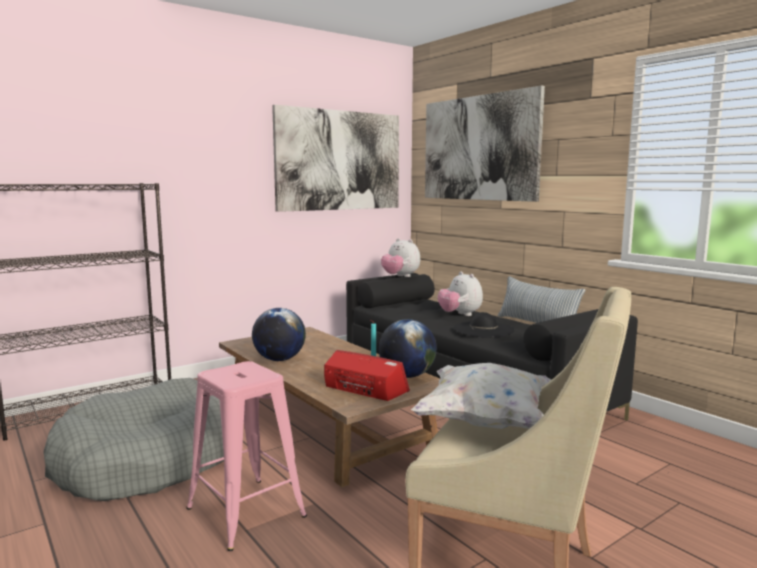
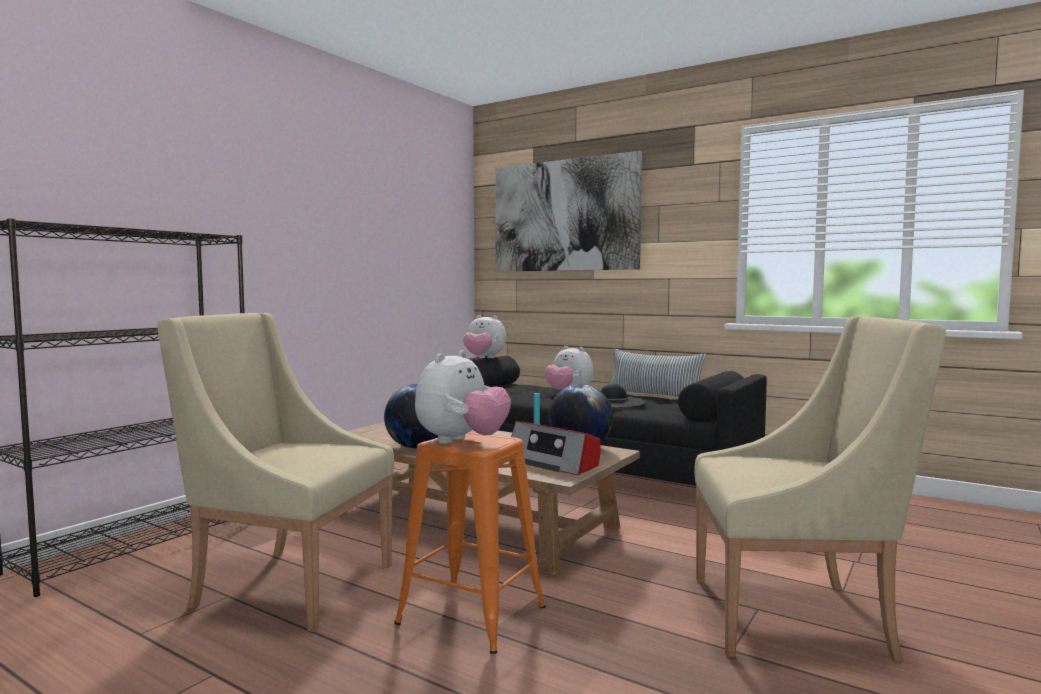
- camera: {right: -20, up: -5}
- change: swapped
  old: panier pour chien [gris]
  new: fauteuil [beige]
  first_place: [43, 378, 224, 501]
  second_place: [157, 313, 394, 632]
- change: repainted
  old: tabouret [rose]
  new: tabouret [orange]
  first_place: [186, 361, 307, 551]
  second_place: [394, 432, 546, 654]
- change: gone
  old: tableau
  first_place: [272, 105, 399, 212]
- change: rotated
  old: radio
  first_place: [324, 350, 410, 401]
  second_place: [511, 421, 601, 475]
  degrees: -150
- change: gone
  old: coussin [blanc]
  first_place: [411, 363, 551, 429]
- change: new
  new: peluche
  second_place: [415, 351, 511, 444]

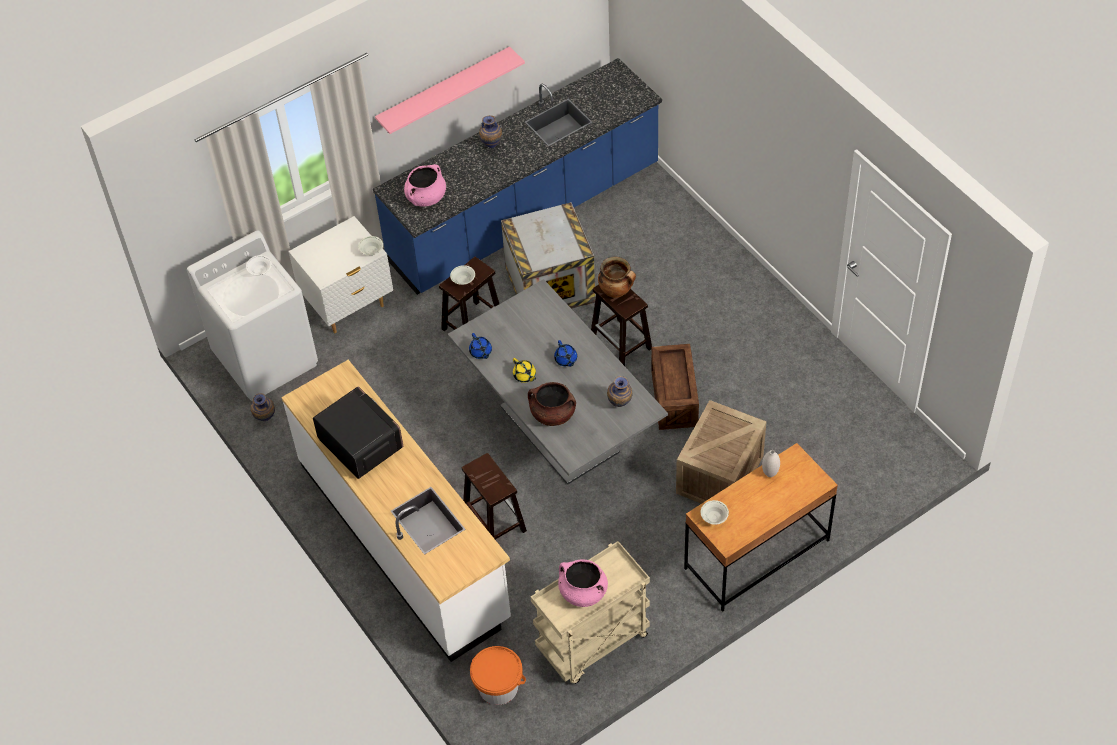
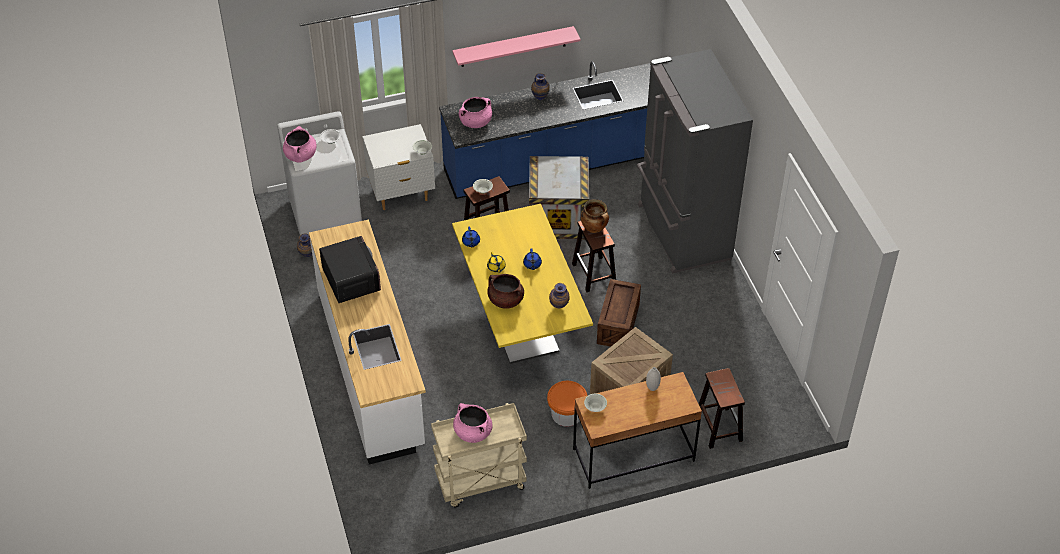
- camera: {right: 15, up: -5}
- change: repainted
  old: table à manger [gris]
  new: table à manger [jaune]
  first_place: [448, 279, 668, 485]
  second_place: [452, 204, 593, 364]
- change: shifted
  old: tabouret [marron]
  first_place: [462, 453, 527, 539]
  second_place: [699, 368, 745, 449]
- change: shifted
  old: seau [orange]
  first_place: [470, 646, 526, 705]
  second_place: [547, 381, 587, 427]
- change: new
  new: marmite [rose]
  second_place: [283, 126, 317, 163]
- change: new
  new: réfrigérateur [gris]
  second_place: [637, 49, 753, 274]

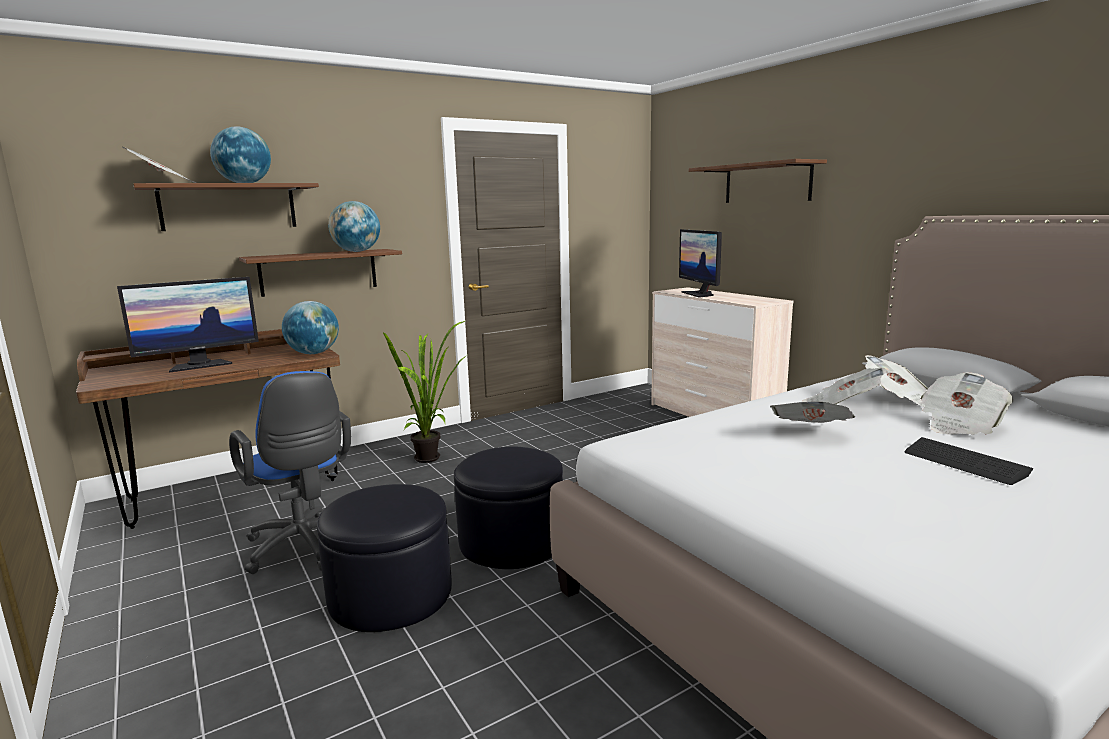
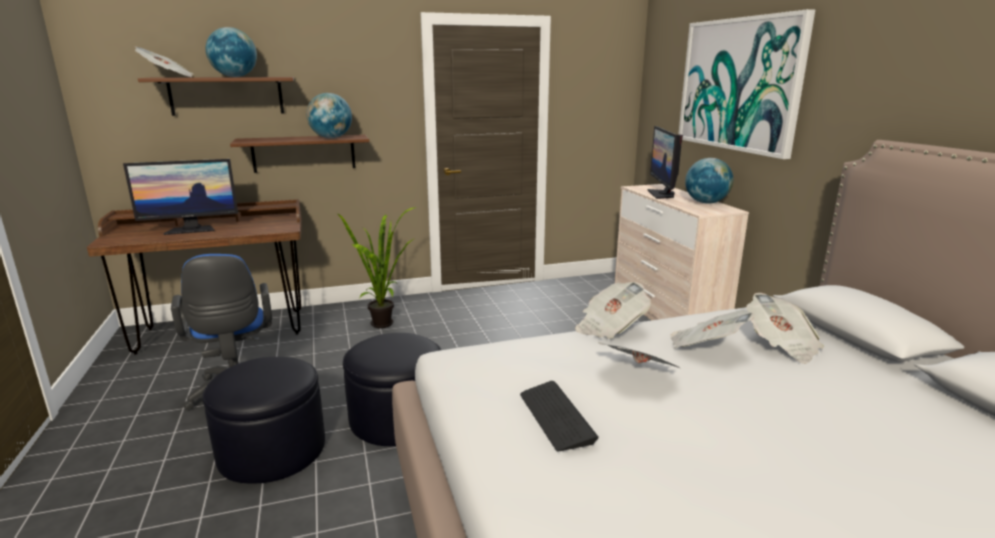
- camera: {right: 15, up: 5}
- change: shifted
  old: globe
  first_place: [282, 301, 339, 354]
  second_place: [685, 158, 733, 204]
- change: swapped
  old: étagère [marron]
  new: tableau
  first_place: [689, 159, 827, 203]
  second_place: [678, 9, 815, 159]
- change: shifted
  old: clavier
  first_place: [904, 437, 1033, 485]
  second_place: [520, 381, 599, 452]
- change: shifted
  old: journal
  first_place: [921, 372, 1013, 435]
  second_place: [575, 282, 651, 339]

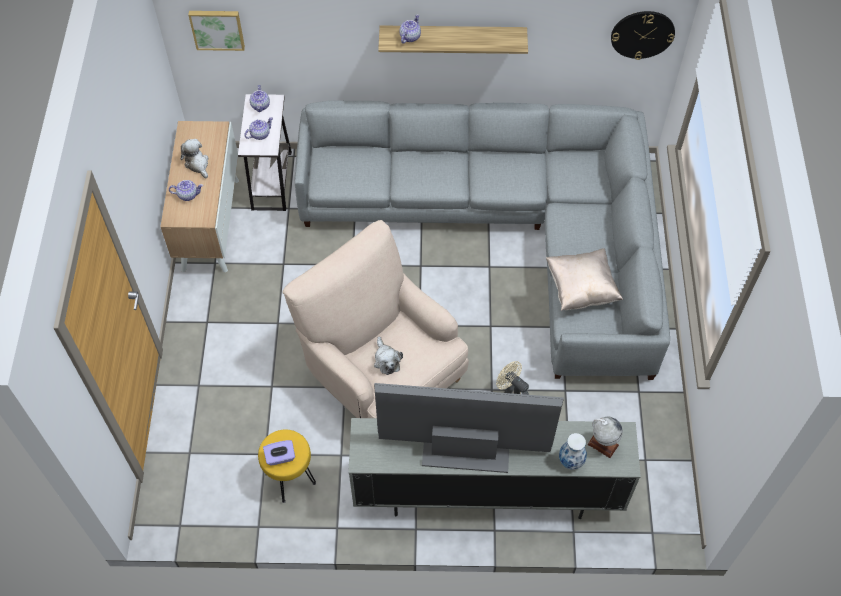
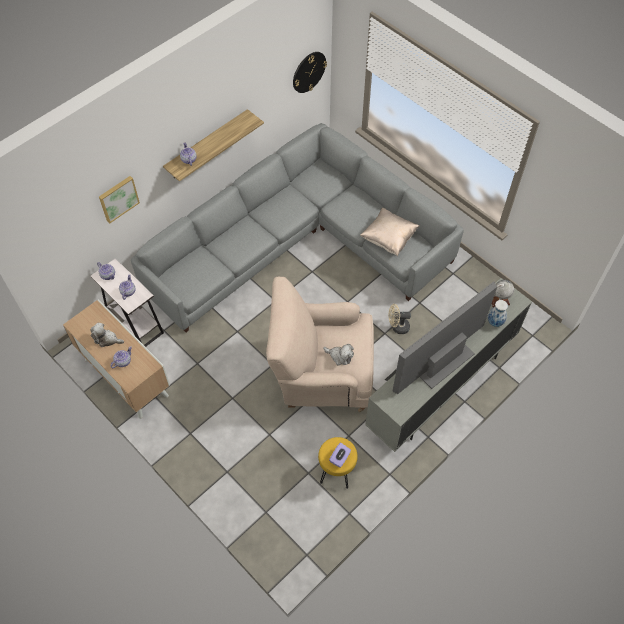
- camera: {right: -45, up: 0}
- change: shifted
  old: tableau
  first_place: [188, 11, 245, 51]
  second_place: [99, 176, 140, 223]

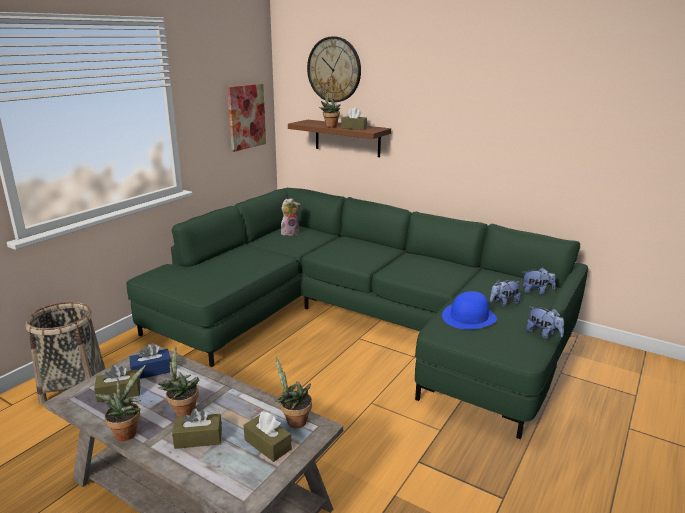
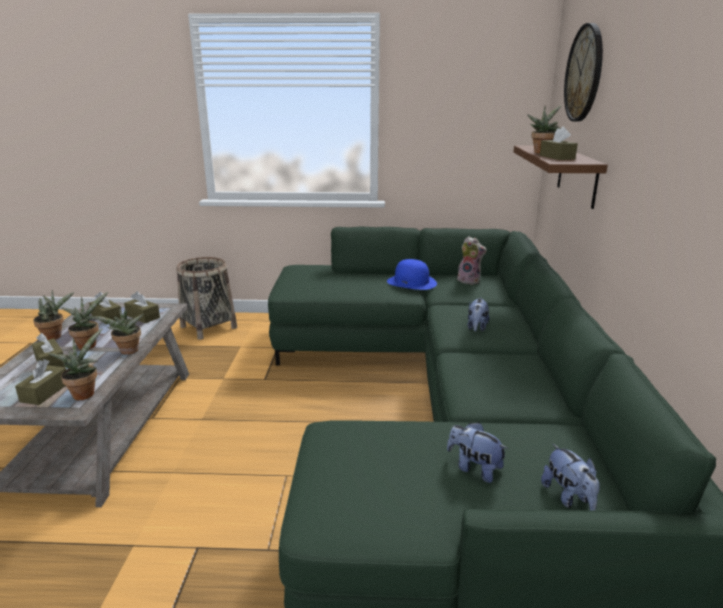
- camera: {right: 60, up: 0}
- change: repainted
  old: boîte à mouchoirs [bleu]
  new: boîte à mouchoirs [marron]
  first_place: [129, 344, 171, 379]
  second_place: [124, 291, 160, 323]
- change: gone
  old: tableau
  first_place: [227, 84, 266, 152]
- change: shifted
  old: chapeau [bleu]
  first_place: [442, 291, 497, 329]
  second_place: [387, 259, 437, 290]
- change: shifted
  old: peluche
  first_place: [526, 306, 564, 339]
  second_place: [467, 298, 489, 331]
- change: new
  new: plante en pot
  second_place: [93, 308, 144, 355]

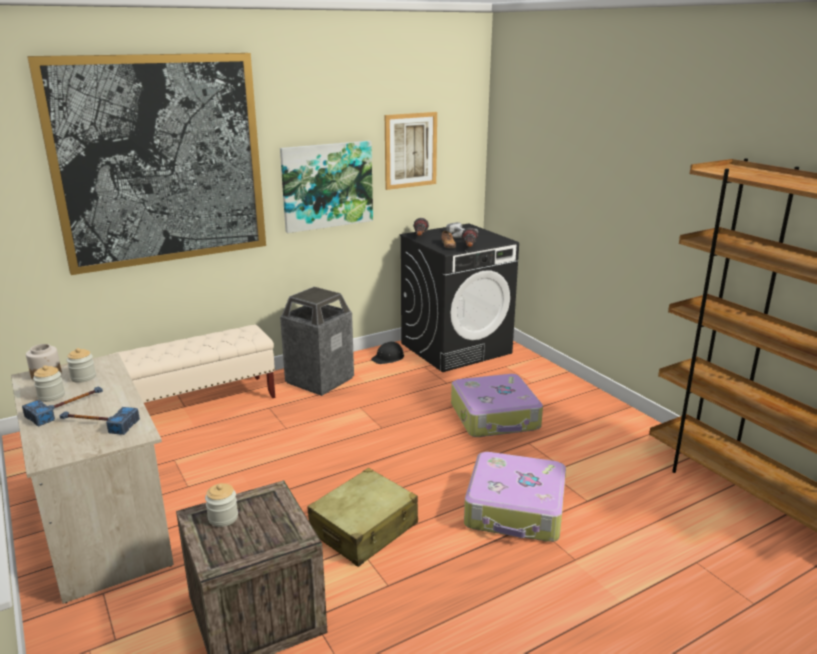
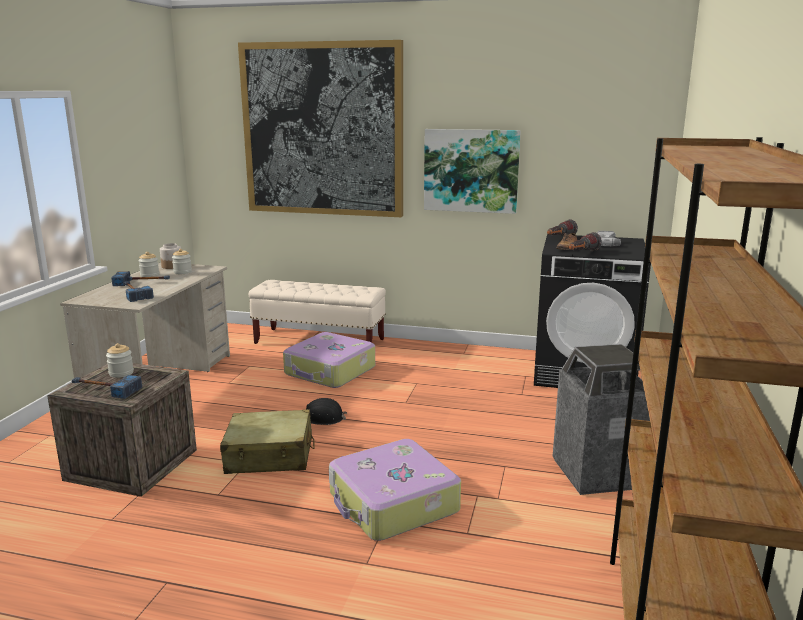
- camera: {right: 45, up: -5}
- change: shifted
  old: poubelle
  first_place: [280, 287, 354, 396]
  second_place: [552, 344, 650, 495]
- change: shifted
  old: casque de chantier [noir]
  first_place: [371, 342, 404, 364]
  second_place: [306, 398, 347, 425]
- change: gone
  old: tableau
  first_place: [385, 112, 437, 190]
- change: shifted
  old: valise
  first_place: [451, 374, 543, 437]
  second_place: [283, 332, 375, 388]
- change: new
  new: marteau
  second_place: [72, 375, 142, 399]

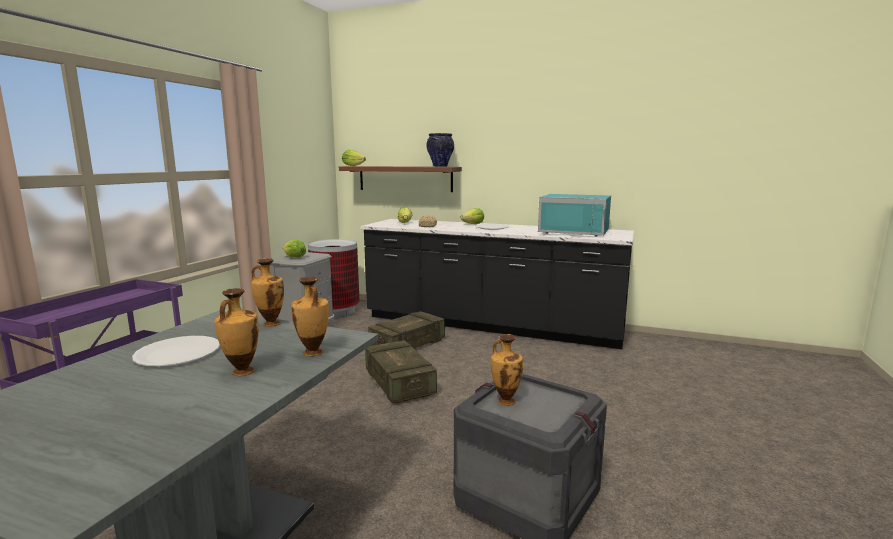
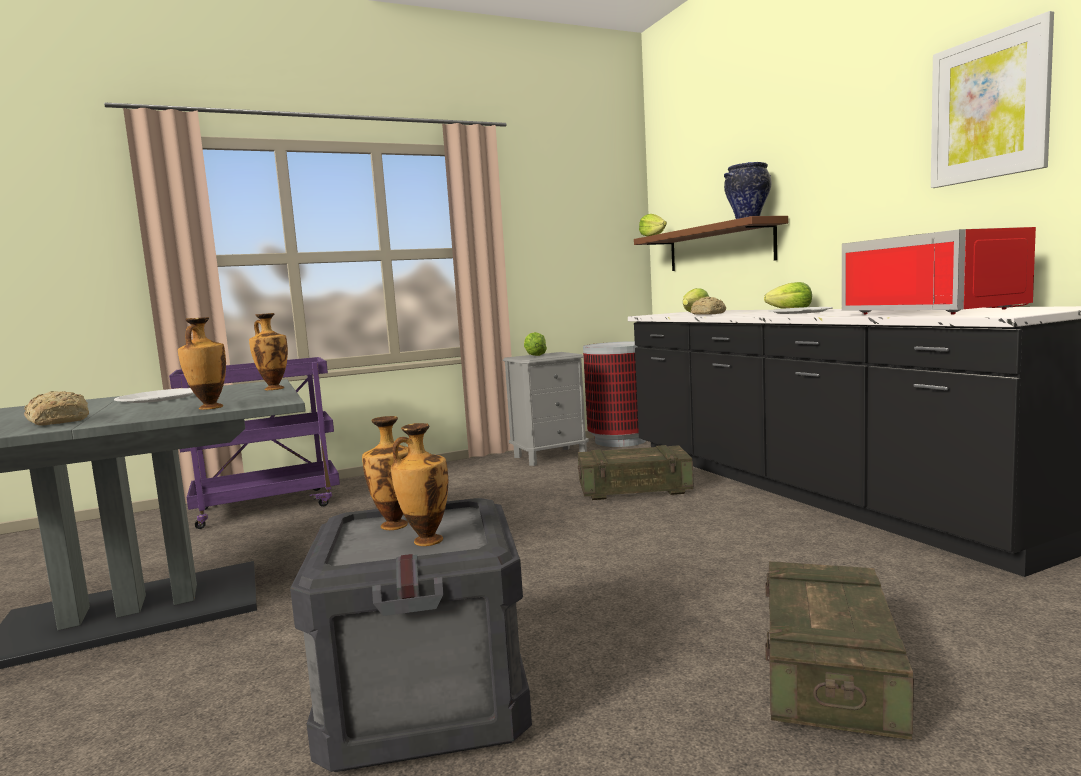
- camera: {right: 45, up: -5}
- change: shifted
  old: vase
  first_place: [214, 288, 259, 376]
  second_place: [391, 423, 448, 546]
- change: shifted
  old: caisse
  first_place: [365, 340, 437, 403]
  second_place: [765, 561, 914, 740]
- change: repainted
  old: micro-ondes [turquoise]
  new: micro-ondes [rouge]
  first_place: [538, 194, 611, 237]
  second_place: [842, 227, 1036, 315]
- change: new
  new: pain
  second_place: [24, 391, 89, 426]
- change: new
  new: tableau
  second_place: [931, 11, 1054, 188]

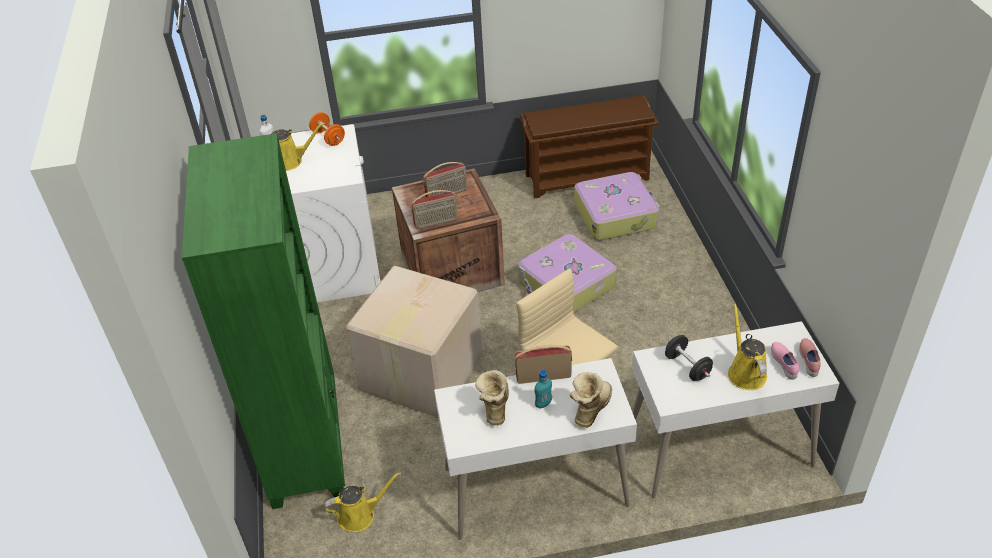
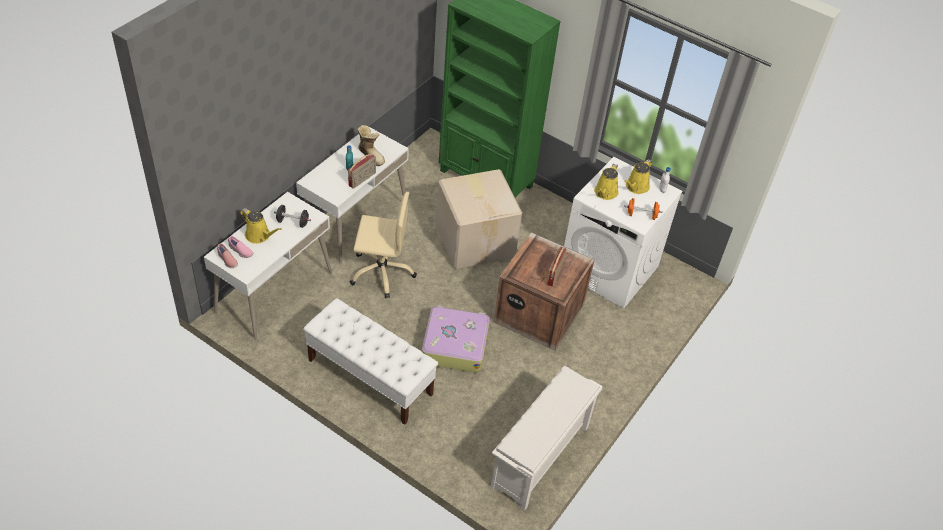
- camera: {right: 130, up: 5}
- change: shifted
  old: arrosoir [jaune]
  first_place: [324, 472, 401, 532]
  second_place: [594, 164, 619, 200]
- change: gone
  old: radio
  first_place: [411, 190, 458, 229]
- change: repainted
  old: étagère à chaussures [marron]
  new: étagère à chaussures [blanc]
  first_place: [520, 95, 659, 198]
  second_place: [490, 366, 603, 511]
- change: gone
  old: botte
  first_place: [569, 372, 612, 428]
- change: gone
  old: valise
  first_place: [574, 172, 660, 241]
- change: new
  new: banc [blanc]
  second_place: [303, 298, 438, 425]

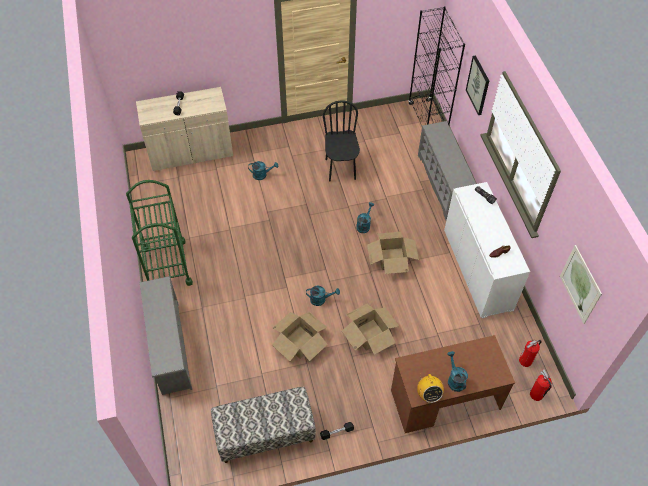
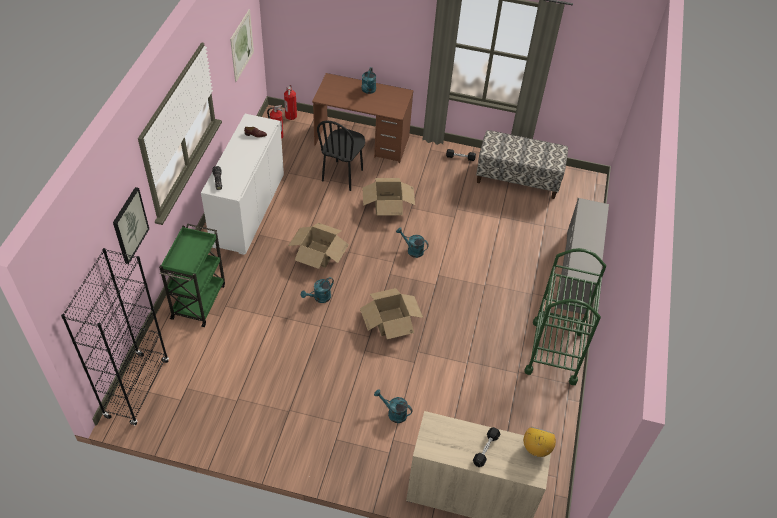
- camera: {right: -155, up: -5}
- change: shifted
  old: carton
  first_place: [272, 312, 328, 361]
  second_place: [360, 288, 423, 339]
- change: shifted
  old: chaise [noir]
  first_place: [323, 100, 360, 182]
  second_place: [317, 121, 365, 191]
- change: shifted
  old: radio
  first_place: [417, 373, 444, 403]
  second_place: [523, 427, 556, 457]
- change: swapped
  old: étagère à chaussures [gris]
  new: chariot [vert]
  first_place: [418, 121, 476, 220]
  second_place: [159, 224, 225, 327]

